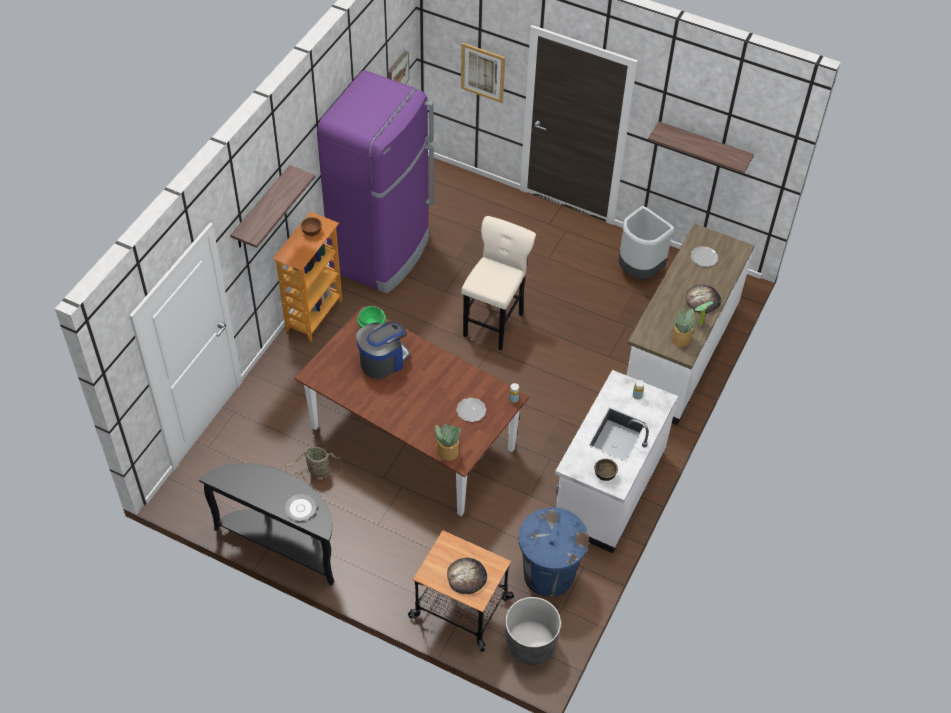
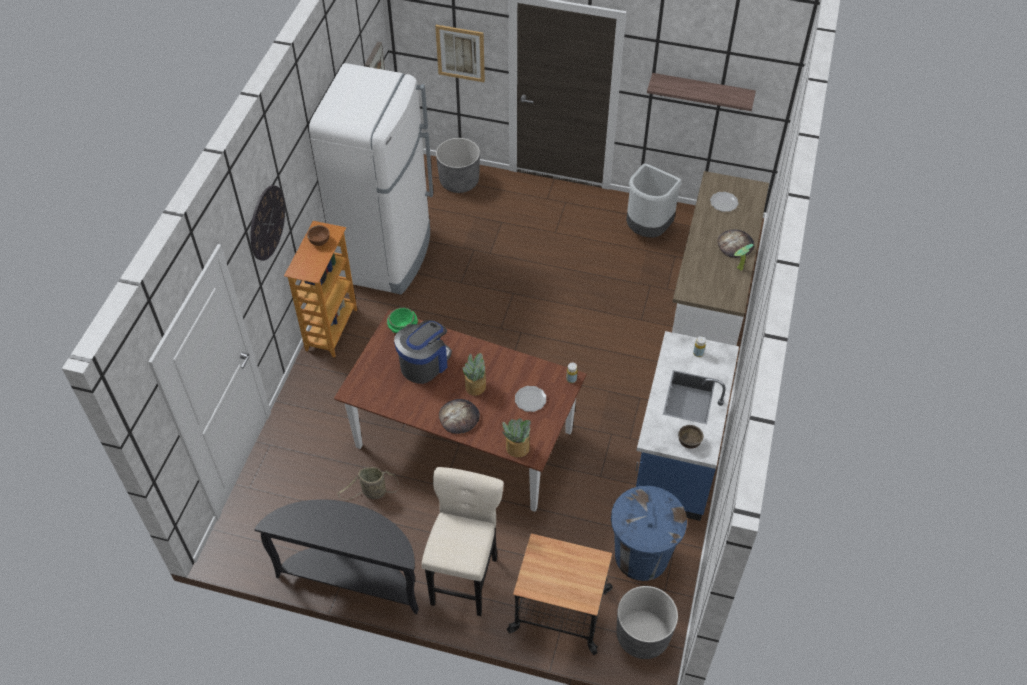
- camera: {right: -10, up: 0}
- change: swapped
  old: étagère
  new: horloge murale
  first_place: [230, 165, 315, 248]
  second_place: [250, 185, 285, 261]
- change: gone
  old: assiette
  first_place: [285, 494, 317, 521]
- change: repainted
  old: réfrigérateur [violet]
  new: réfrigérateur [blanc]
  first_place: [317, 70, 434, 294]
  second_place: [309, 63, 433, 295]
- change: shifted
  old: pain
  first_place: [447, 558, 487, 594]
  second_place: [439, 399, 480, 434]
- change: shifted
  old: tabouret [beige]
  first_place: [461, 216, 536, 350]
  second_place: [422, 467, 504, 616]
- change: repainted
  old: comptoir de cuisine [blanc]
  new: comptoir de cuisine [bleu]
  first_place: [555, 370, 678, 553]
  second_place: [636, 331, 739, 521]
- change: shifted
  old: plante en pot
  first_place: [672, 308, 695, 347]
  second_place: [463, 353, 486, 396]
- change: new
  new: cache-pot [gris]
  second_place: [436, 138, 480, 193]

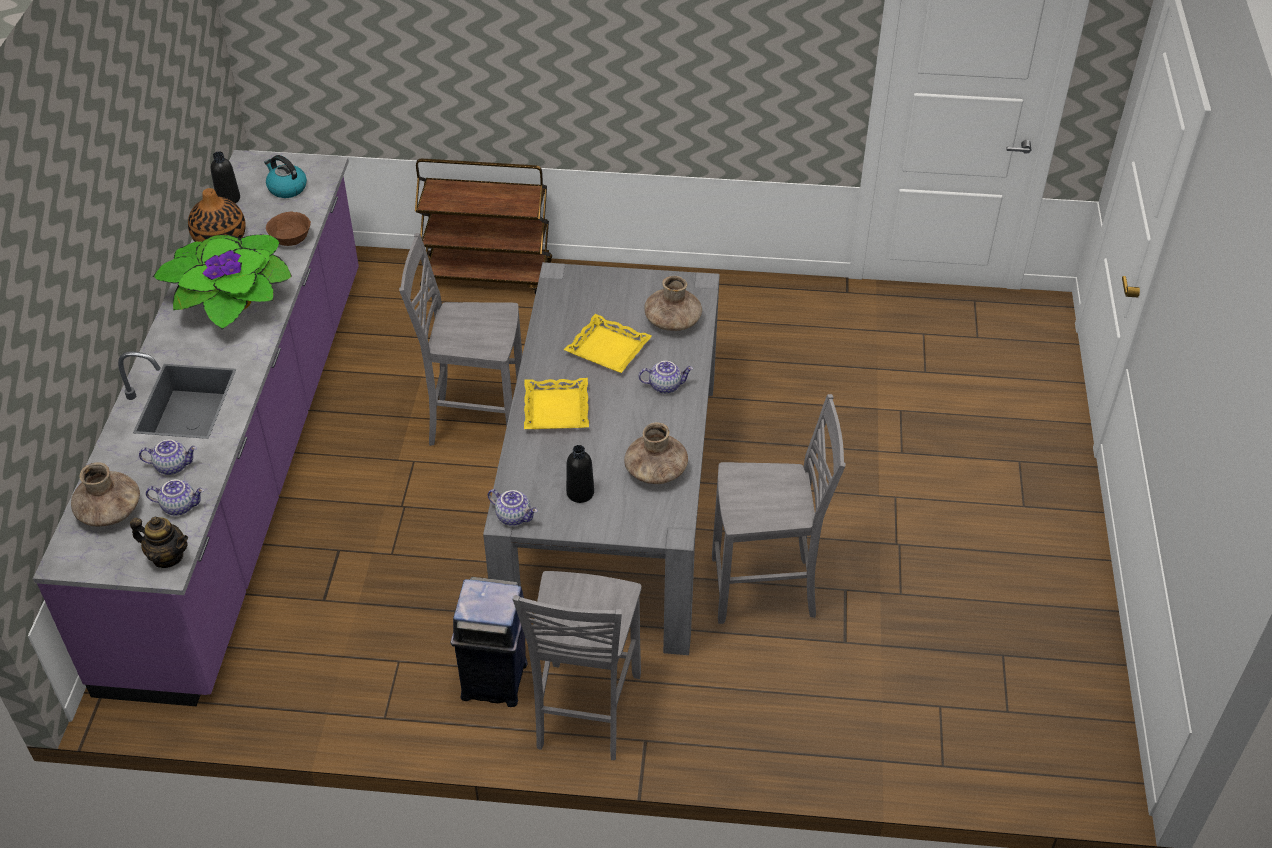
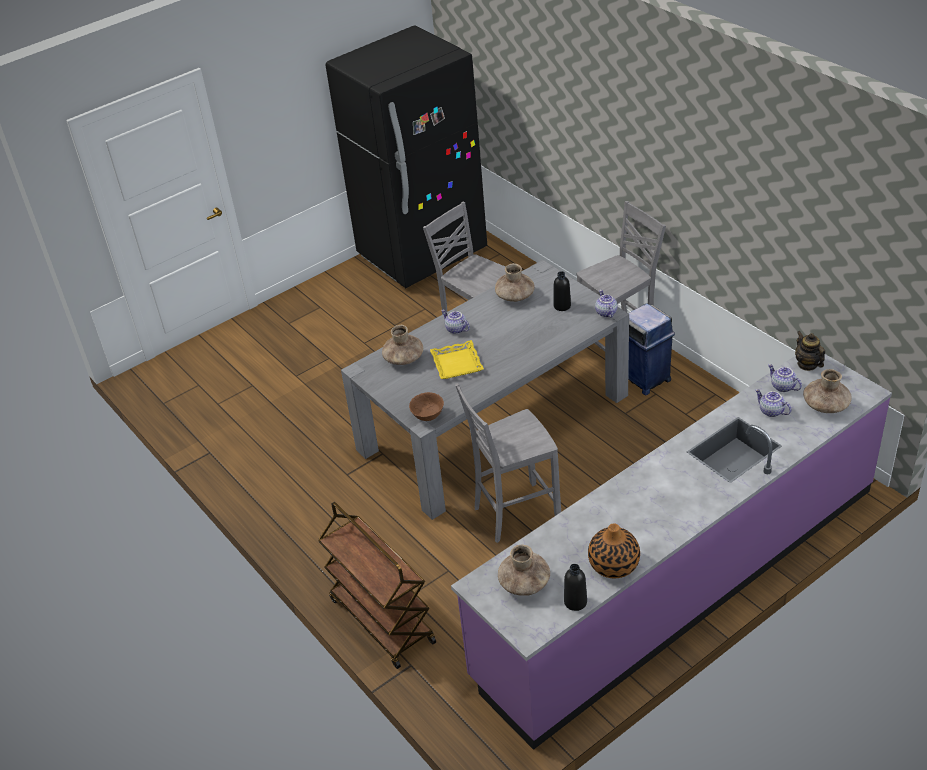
- camera: {right: -130, up: -5}
- change: gone
  old: plante en pot
  first_place: [153, 235, 292, 330]
- change: swapped
  old: bouilloire
  new: vase [marron]
  first_place: [264, 155, 307, 198]
  second_place: [498, 545, 550, 596]
- change: shifted
  old: bol [marron]
  first_place: [266, 212, 311, 246]
  second_place: [409, 392, 444, 421]
- change: rotated
  old: chaise [gris]
  first_place: [399, 233, 522, 446]
  second_place: [455, 383, 561, 543]
  degrees: 105
- change: gone
  old: plateau [jaune]
  first_place: [524, 378, 589, 429]
- change: new
  new: réfrigérateur [noir]
  second_place: [326, 25, 487, 288]

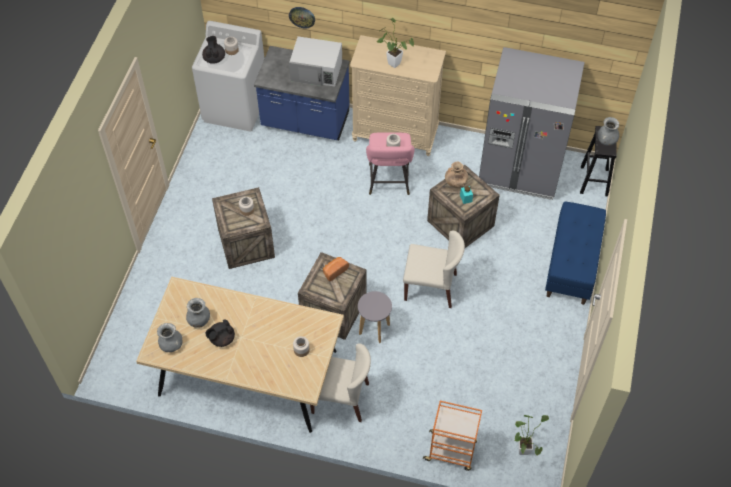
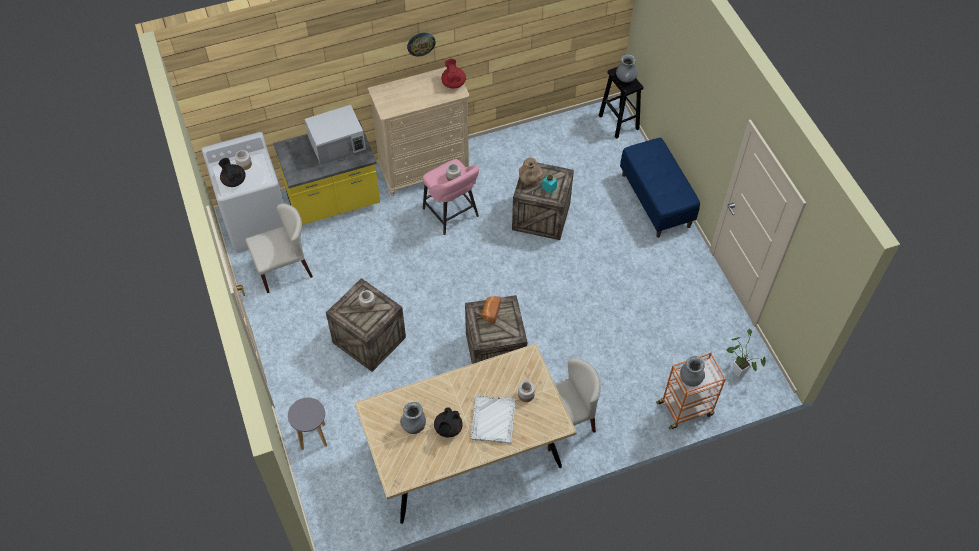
- camera: {right: -35, up: 0}
- change: shifted
  old: vase [gris]
  first_place: [157, 323, 182, 352]
  second_place: [680, 356, 705, 387]
- change: repainted
  old: comptoir de cuisine [bleu]
  new: comptoir de cuisine [jaune]
  first_place: [254, 46, 349, 140]
  second_place: [273, 120, 380, 225]
- change: shifted
  old: horloge murale
  first_place: [289, 7, 315, 28]
  second_place: [407, 33, 436, 57]
- change: shifted
  old: tabouret [gris]
  first_place: [358, 291, 392, 343]
  second_place: [288, 398, 327, 450]
- change: gone
  old: plante en pot
  first_place: [377, 18, 414, 68]
- change: shifted
  old: chaise [beige]
  first_place: [403, 231, 465, 308]
  second_place: [245, 203, 313, 293]
- change: gone
  old: réfrigérateur [gris]
  first_place: [479, 47, 585, 200]
- change: new
  new: théière [rouge]
  second_place: [441, 59, 466, 89]
- change: new
  new: plateau [blanc]
  second_place: [471, 395, 516, 444]

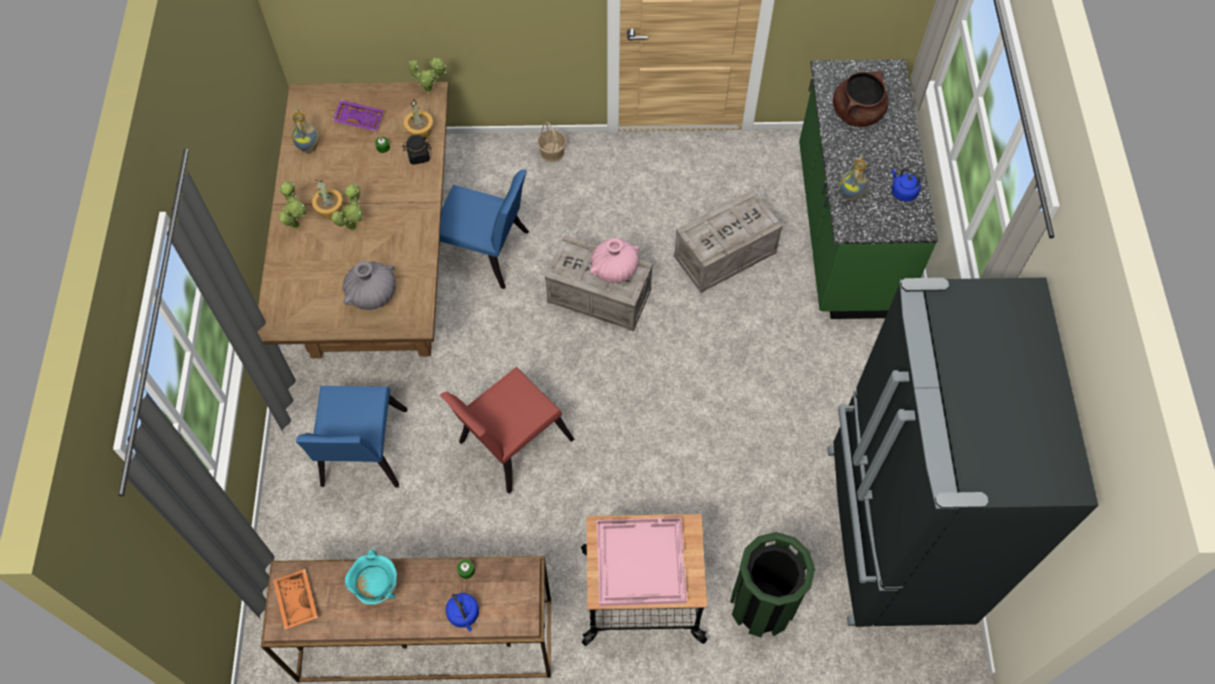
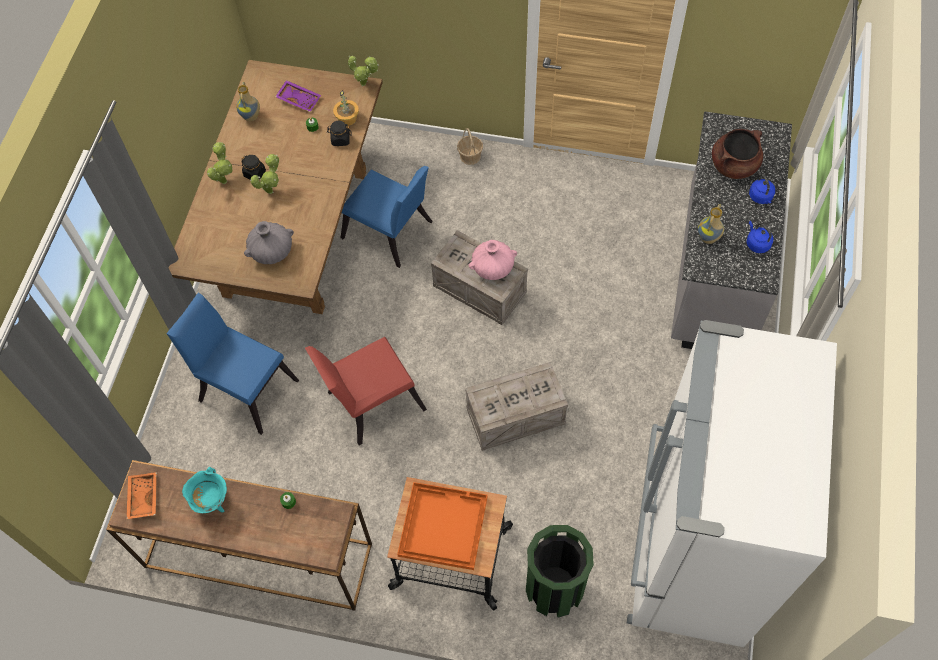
- camera: {right: 15, up: 0}
- change: rotated
  old: chaise [bleu]
  first_place: [296, 386, 407, 487]
  second_place: [166, 293, 299, 435]
  degrees: 105
- change: swapped
  old: plante en pot
  new: bocal [noir]
  first_place: [312, 180, 343, 219]
  second_place: [241, 155, 266, 180]
- change: shifted
  old: bouilloire [bleu]
  first_place: [446, 593, 479, 632]
  second_place: [749, 174, 775, 204]
- change: repainted
  old: plateau [rose]
  new: plateau [orange]
  first_place: [597, 517, 687, 606]
  second_place: [397, 482, 488, 570]
- change: shifted
  old: caisse
  first_place: [674, 190, 783, 293]
  second_place: [465, 362, 568, 451]
- change: repainted
  old: comptoir de cuisine [vert]
  new: comptoir de cuisine [gris]
  first_place: [799, 59, 938, 319]
  second_place: [671, 112, 792, 349]
- change: repainted
  old: réfrigérateur [noir]
  new: réfrigérateur [blanc]
  first_place: [827, 278, 1099, 627]
  second_place: [627, 320, 837, 647]

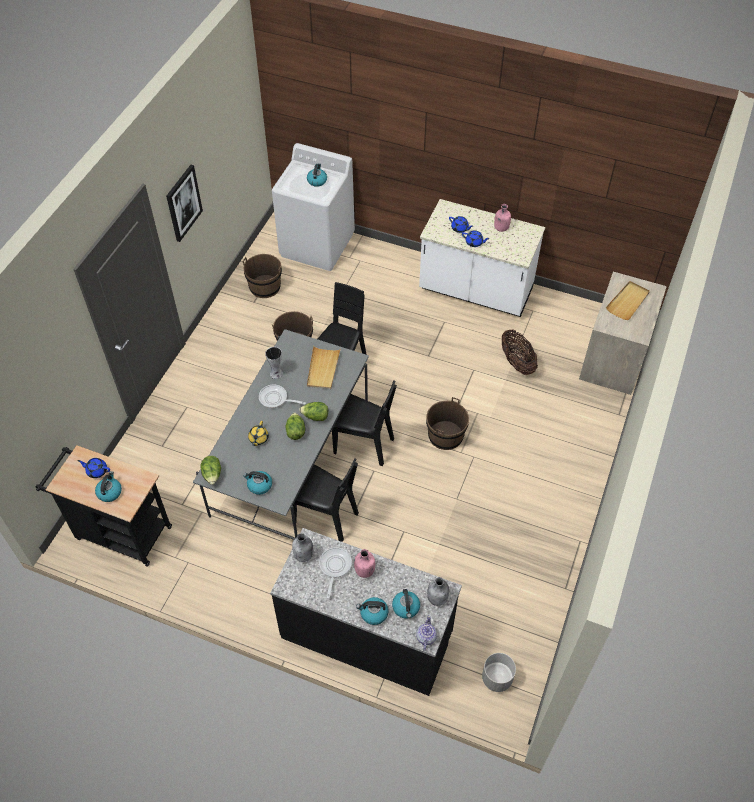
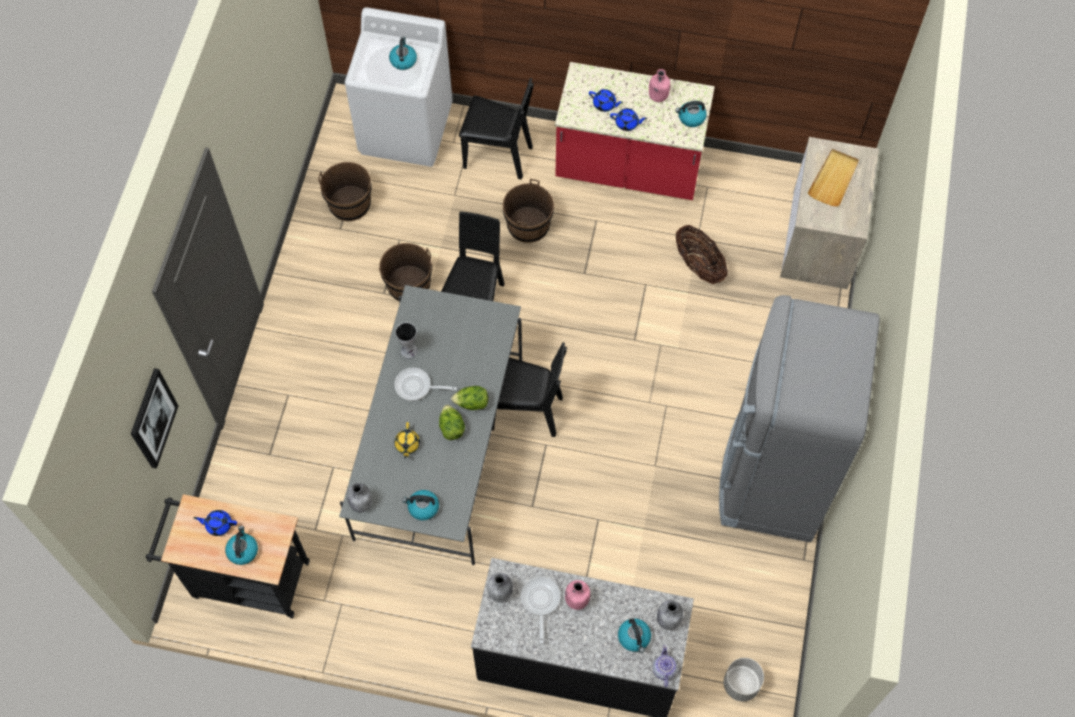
- camera: {right: -10, up: 10}
- change: shifted
  old: tableau
  first_place: [166, 165, 203, 242]
  second_place: [131, 368, 178, 469]
- change: swapped
  old: laitue
  new: bouteille [gris]
  first_place: [201, 456, 221, 485]
  second_place: [347, 483, 372, 512]
- change: shifted
  old: chaise [noir]
  first_place: [291, 458, 359, 542]
  second_place: [459, 78, 534, 179]
- change: gone
  old: plateau [beige]
  first_place: [307, 346, 341, 389]
- change: shifted
  old: bouilloire
  first_place: [356, 597, 389, 625]
  second_place: [675, 101, 707, 127]
- change: repainted
  old: comptoir de cuisine [blanc]
  new: comptoir de cuisine [rouge]
  first_place: [419, 199, 545, 317]
  second_place: [555, 62, 715, 200]
- change: shifted
  old: seau [marron]
  first_place: [426, 397, 469, 450]
  second_place: [503, 179, 554, 243]
- change: new
  new: réfrigérateur [gris]
  second_place: [719, 295, 880, 542]

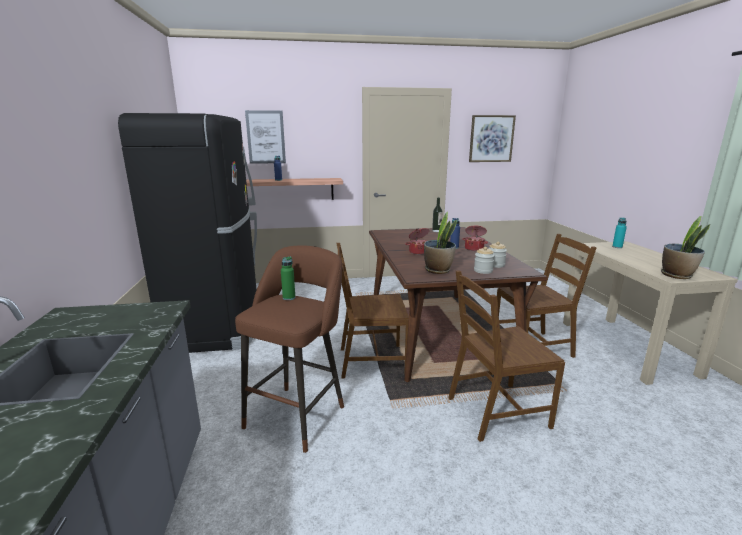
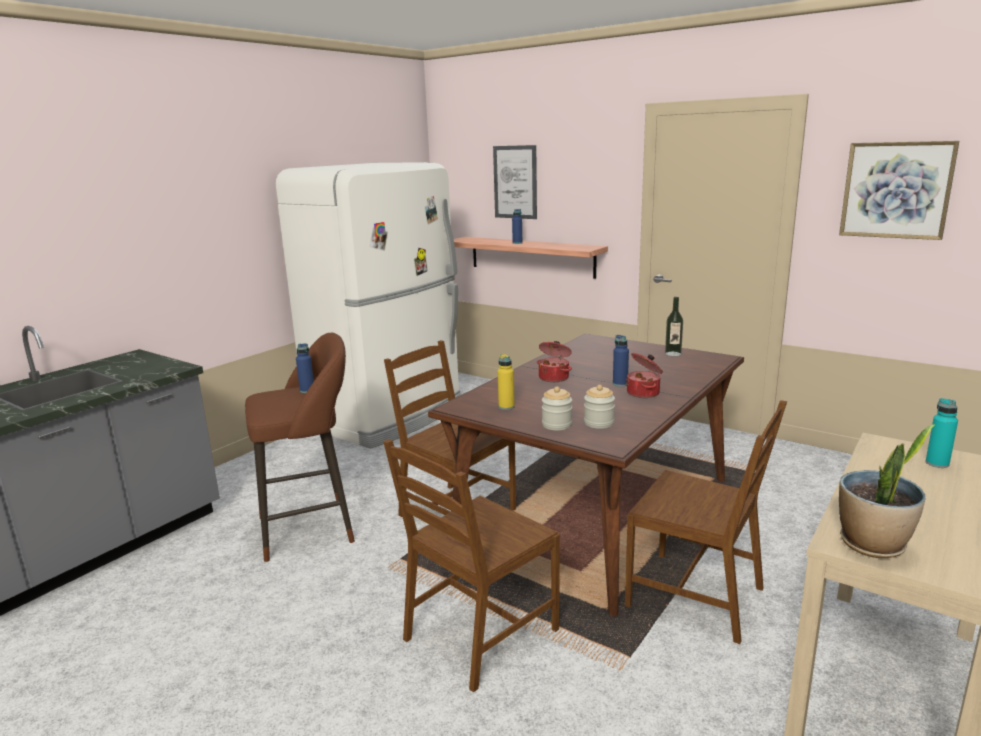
- camera: {right: 45, up: 0}
- change: repainted
  old: réfrigérateur [noir]
  new: réfrigérateur [blanc]
  first_place: [118, 113, 257, 353]
  second_place: [276, 162, 461, 449]
- change: repainted
  old: bouteille [vert]
  new: bouteille [bleu]
  first_place: [281, 257, 295, 300]
  second_place: [296, 343, 314, 393]
- change: swapped
  old: plante en pot
  new: bouteille [jaune]
  first_place: [424, 211, 457, 274]
  second_place: [498, 354, 515, 410]
- change: rotated
  old: chaise [marron]
  first_place: [448, 270, 565, 442]
  second_place: [383, 439, 560, 693]
  degrees: -75

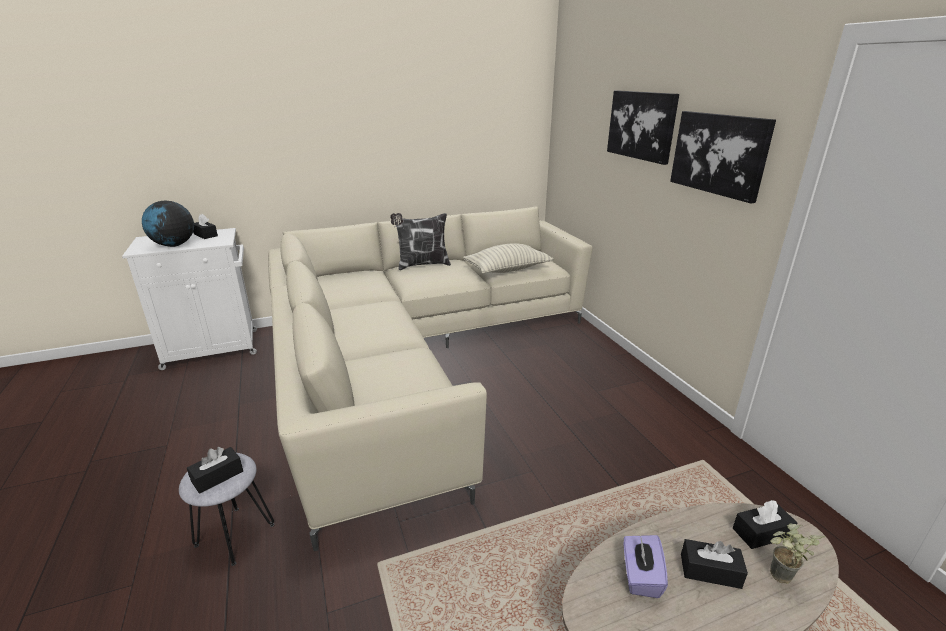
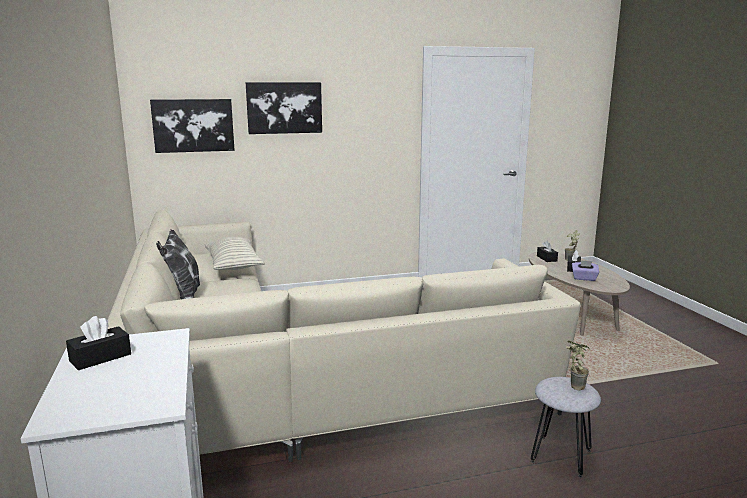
- camera: {right: -85, up: -10}
- change: gone
  old: globe
  first_place: [142, 201, 194, 247]
- change: swapped
  old: boîte à mouchoirs [noir]
  new: plante en pot
  first_place: [187, 447, 243, 494]
  second_place: [566, 341, 589, 391]
- change: shifted
  old: tableau
  first_place: [670, 111, 776, 203]
  second_place: [150, 99, 234, 153]

